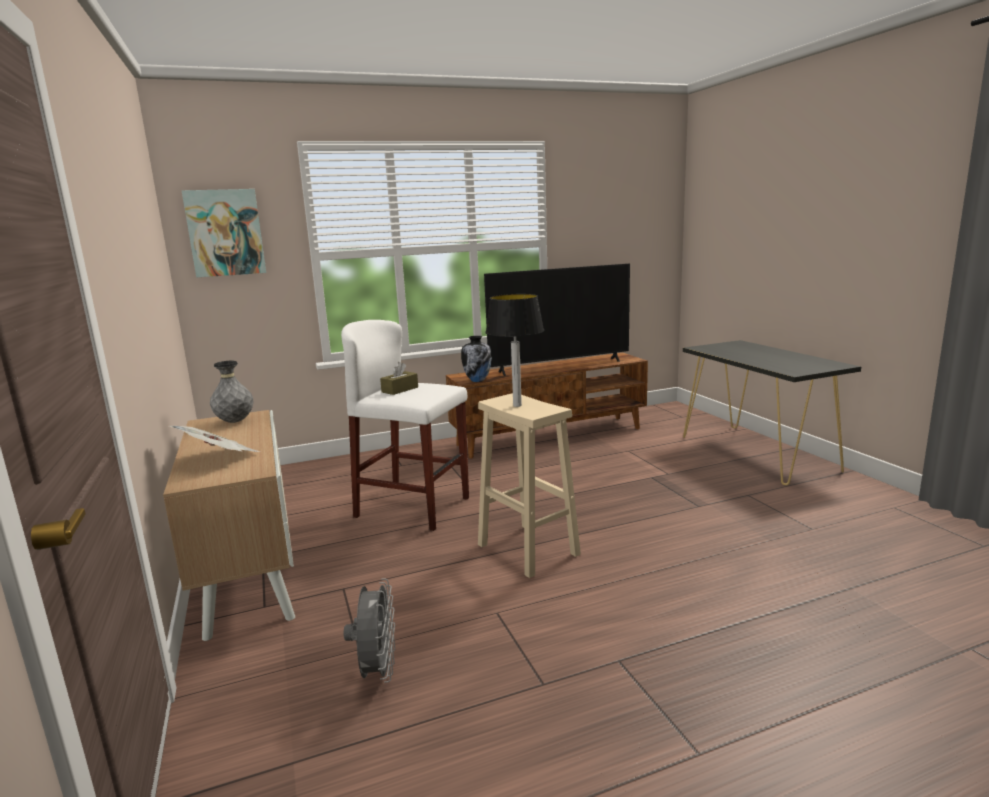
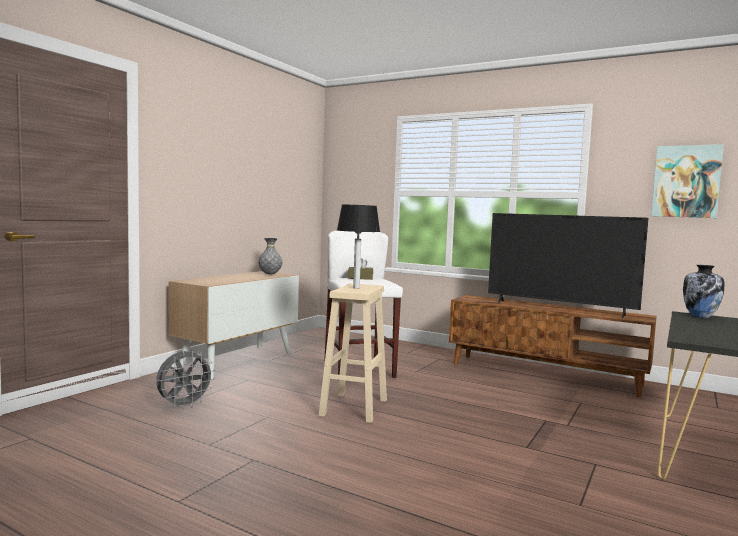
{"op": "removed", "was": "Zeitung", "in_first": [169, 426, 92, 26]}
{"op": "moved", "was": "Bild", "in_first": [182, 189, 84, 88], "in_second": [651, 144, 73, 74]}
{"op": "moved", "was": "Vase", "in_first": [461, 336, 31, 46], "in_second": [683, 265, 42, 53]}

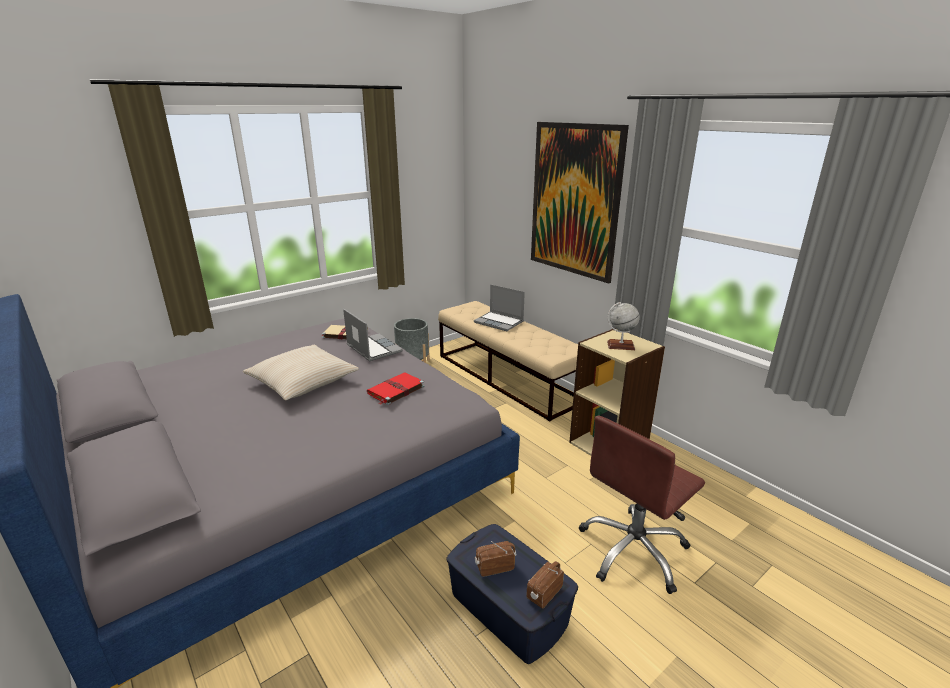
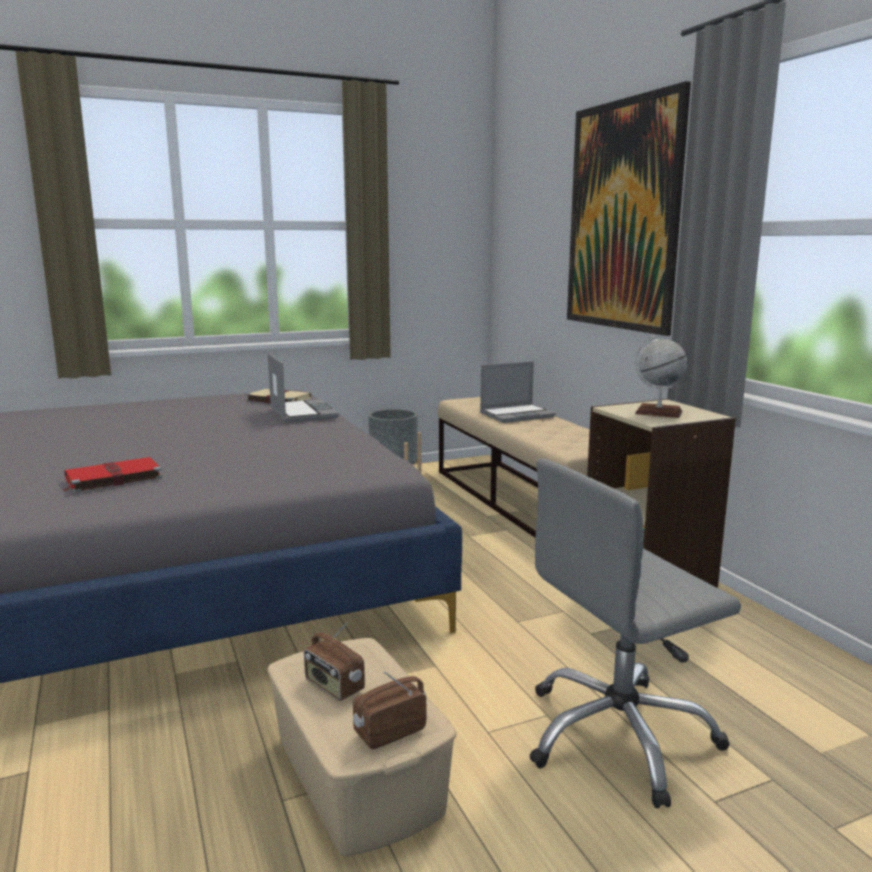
{"op": "removed", "was": "Kissen/beige", "in_first": [243, 344, 116, 56]}
{"op": "moved", "was": "Buch/rot", "in_first": [367, 373, 57, 32], "in_second": [63, 457, 100, 36]}
{"op": "recoloured", "was": "Aufbewahrungsbox/blau", "now": "Aufbewahrungsbox/beige", "in_first": [446, 524, 132, 140], "in_second": [267, 638, 189, 218]}
{"op": "turned", "was": "Laptop", "in_first": [474, 284, 51, 47], "in_second": [480, 361, 76, 62], "clockwise": -75}
{"op": "turned", "was": "Radio", "in_first": [475, 541, 41, 36], "in_second": [304, 622, 61, 79], "clockwise": -135}
{"op": "recoloured", "was": "Bürostuhl/braun", "now": "Bürostuhl/grau", "in_first": [579, 415, 126, 179], "in_second": [529, 459, 212, 349]}

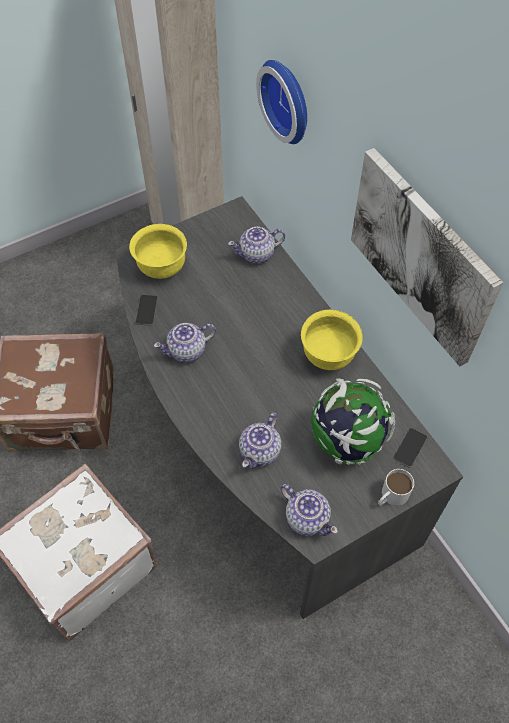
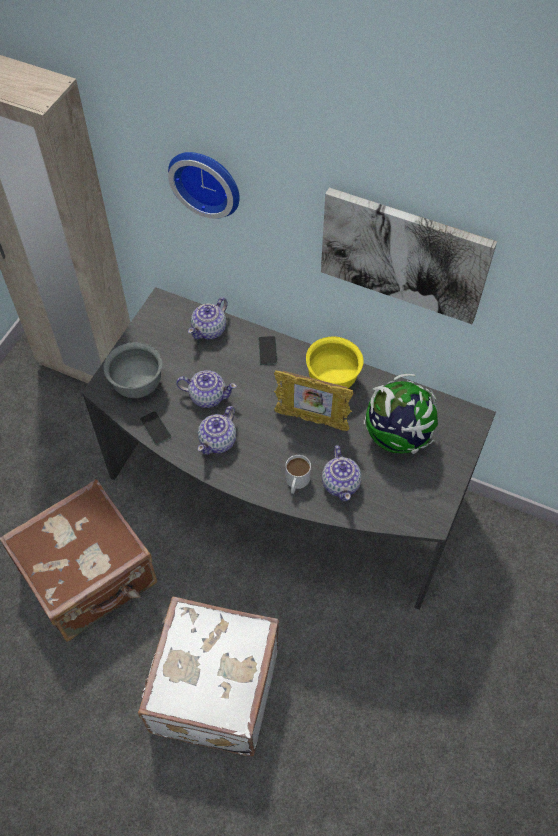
{"op": "recoloured", "was": "Schüssel/gelb", "now": "Schüssel/grau", "in_first": [129, 224, 58, 55], "in_second": [104, 342, 58, 56]}
{"op": "moved", "was": "Teekanne", "in_first": [280, 484, 58, 52], "in_second": [176, 370, 61, 38]}
{"op": "moved", "was": "Henkelbecher/weiß", "in_first": [378, 469, 36, 37], "in_second": [285, 455, 26, 39]}
{"op": "moved", "was": "Handy", "in_first": [393, 428, 34, 40], "in_second": [259, 336, 18, 29]}
{"op": "added", "now": "Bilderrahmen", "in_second": [274, 370, 80, 61]}

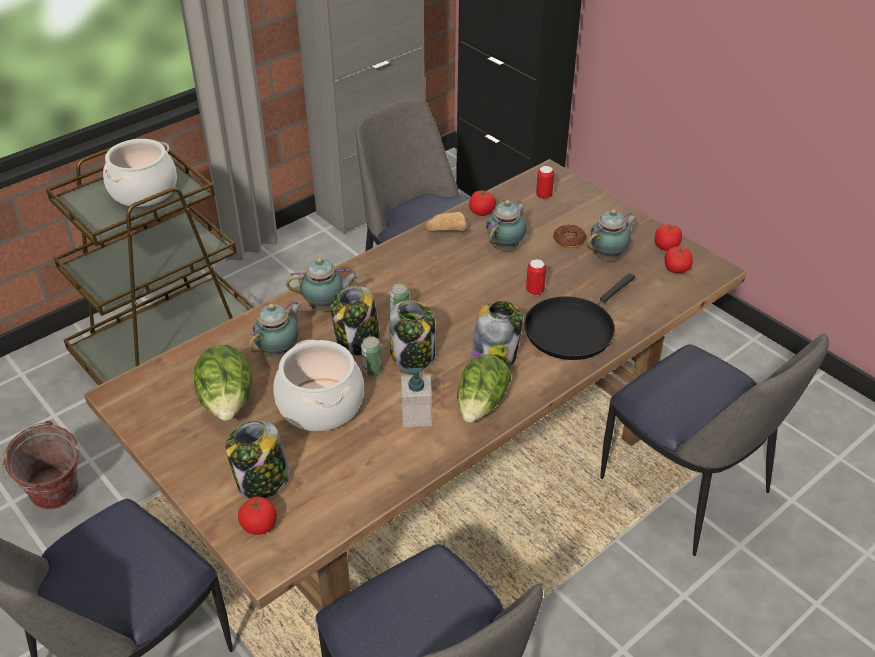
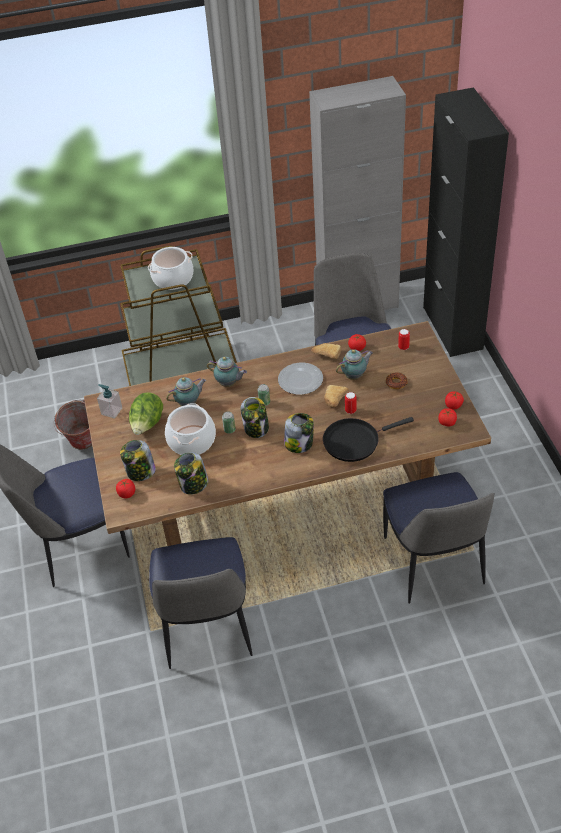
{"op": "moved", "was": "Vorratsglas", "in_first": [330, 285, 50, 71], "in_second": [174, 452, 34, 43]}
{"op": "moved", "was": "Seifenspender", "in_first": [400, 368, 32, 59], "in_second": [97, 384, 25, 35]}
{"op": "removed", "was": "Salatkopf", "in_first": [457, 354, 54, 69]}
{"op": "removed", "was": "Teekanne", "in_first": [587, 209, 50, 51]}
{"op": "added", "now": "Teller", "in_second": [278, 363, 45, 32]}
{"op": "added", "now": "Brot", "in_second": [324, 385, 25, 22]}

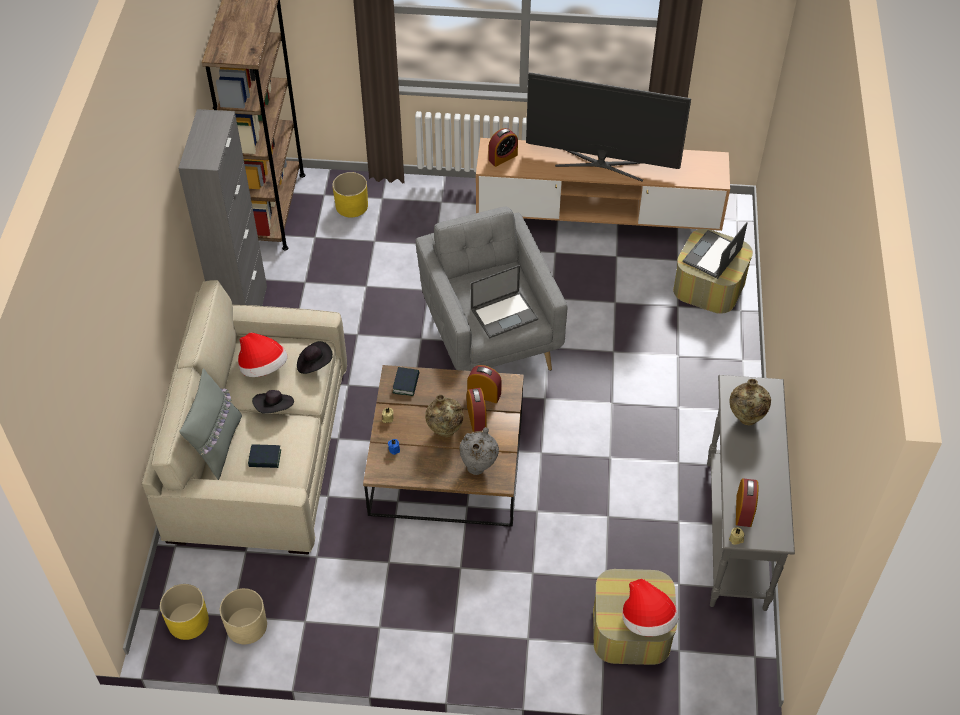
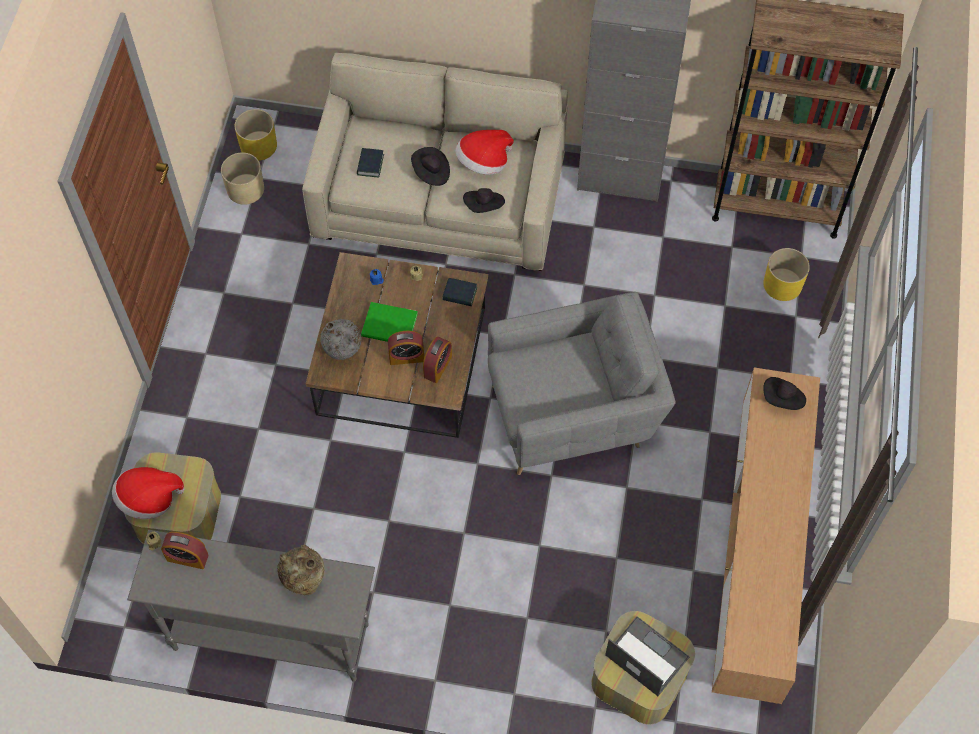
{"op": "removed", "was": "Kissen/grau", "in_first": [179, 369, 63, 111]}
{"op": "replaced", "was": "Vase/beige", "now": "Buch/grün", "in_first": [425, 395, 39, 42], "in_second": [361, 302, 57, 40]}
{"op": "removed", "was": "Laptop", "in_first": [471, 265, 67, 74]}
{"op": "replaced", "was": "Wecker", "now": "Hut/schwarz", "in_first": [489, 128, 29, 39], "in_second": [763, 377, 43, 33]}
{"op": "removed", "was": "Fernseher", "in_first": [526, 72, 165, 110]}

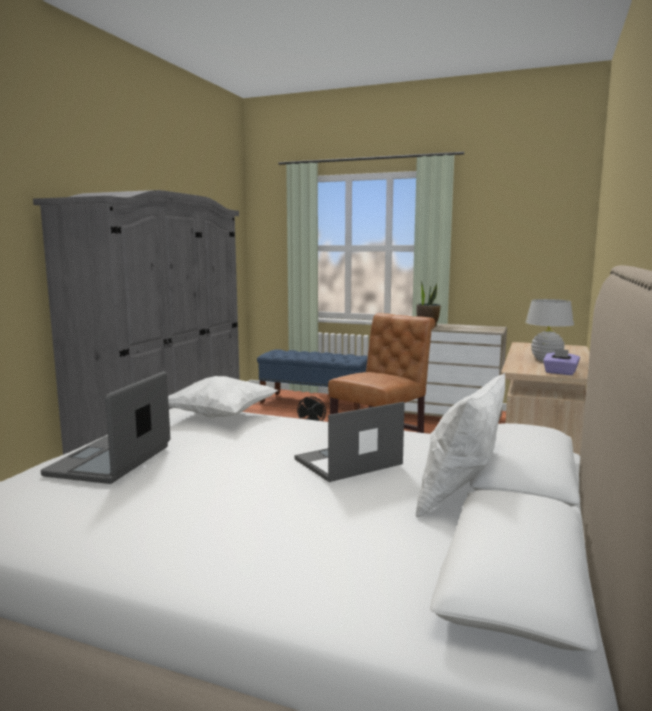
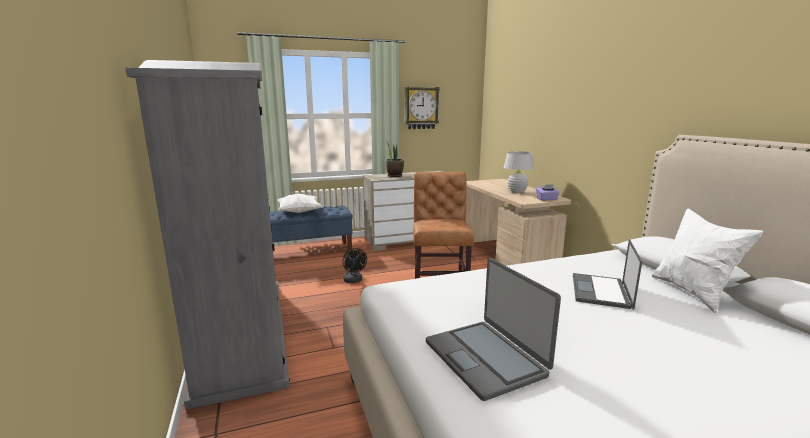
{"op": "moved", "was": "Kissen/weiß", "in_first": [168, 376, 110, 42], "in_second": [277, 194, 45, 19]}
{"op": "added", "now": "Wanduhr", "in_second": [405, 87, 35, 42]}

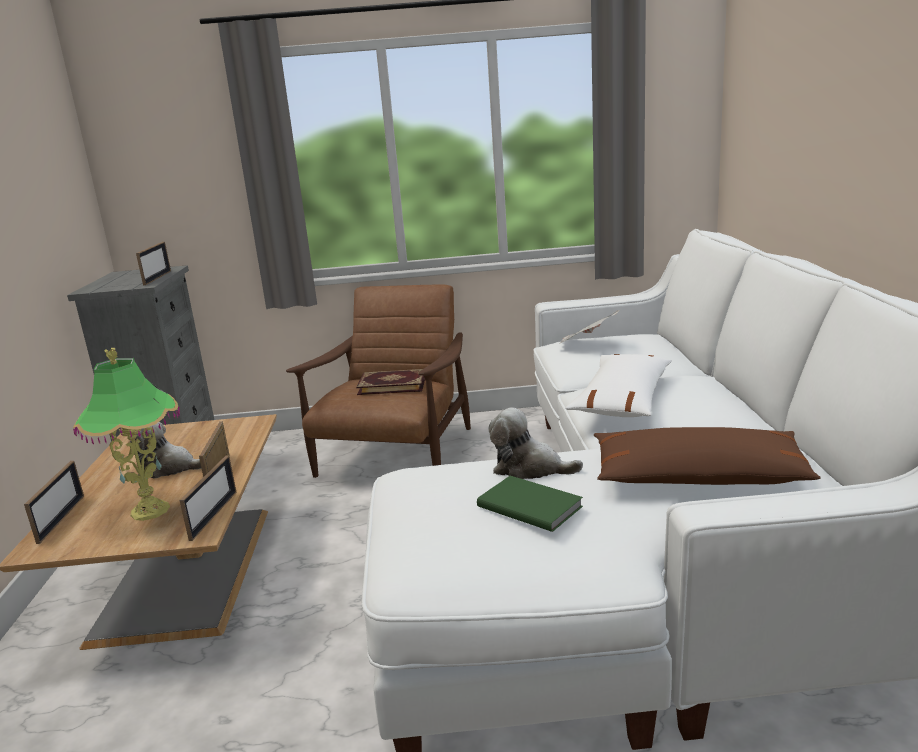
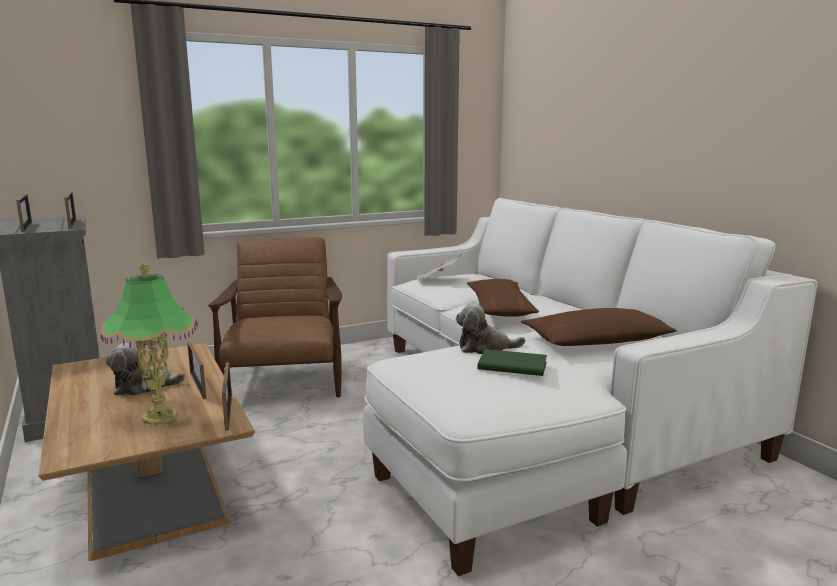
{"op": "moved", "was": "Bilderrahmen", "in_first": [24, 461, 60, 83], "in_second": [16, 194, 16, 38]}
{"op": "removed", "was": "Buch", "in_first": [356, 369, 69, 26]}
{"op": "recoloured", "was": "Kissen/weiß", "now": "Kissen/braun", "in_first": [566, 354, 106, 63], "in_second": [467, 279, 72, 38]}

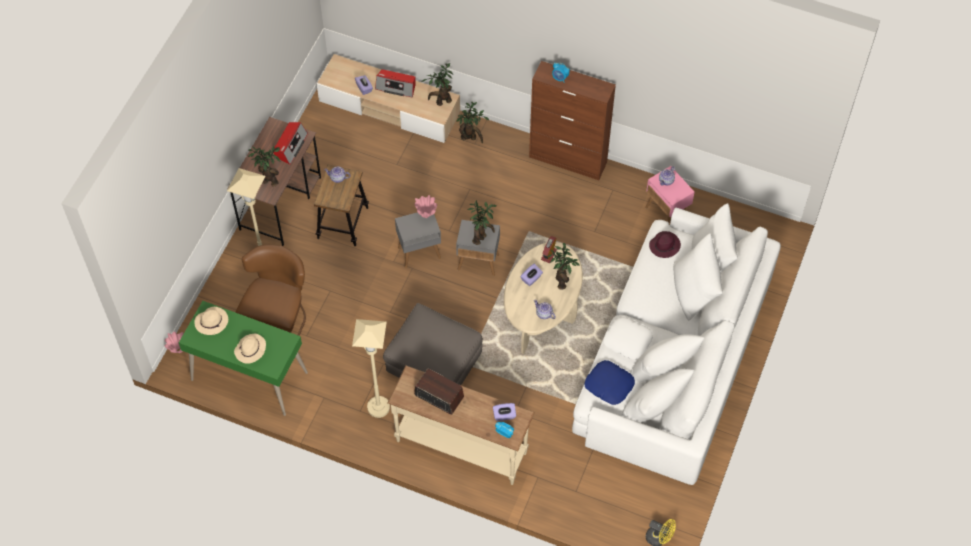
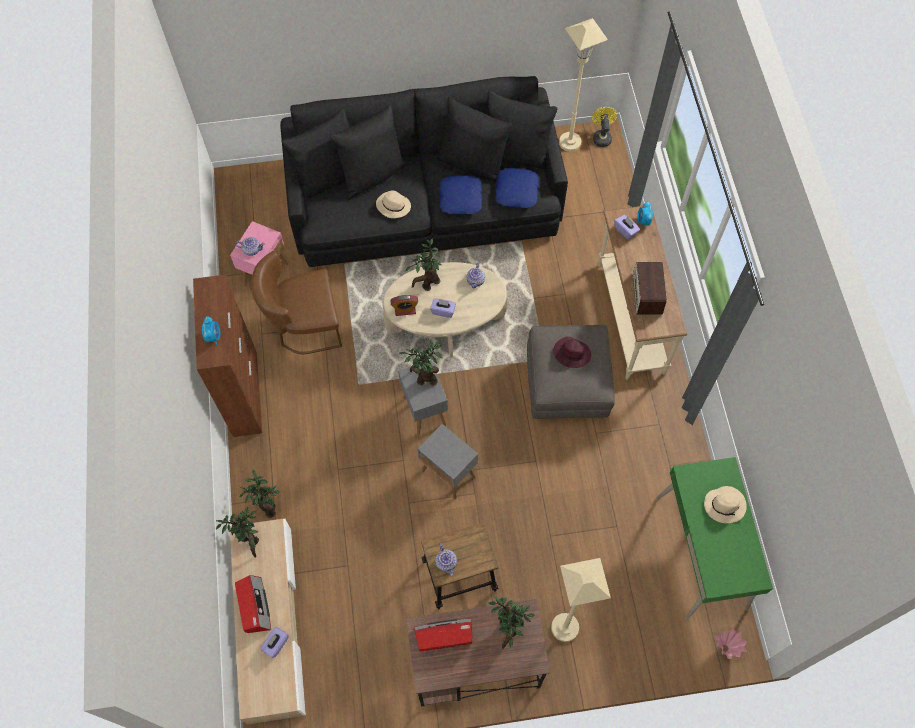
{"op": "moved", "was": "Hut/beige", "in_first": [194, 307, 34, 28], "in_second": [376, 191, 35, 27]}
{"op": "moved", "was": "Stuhl/braun", "in_first": [235, 245, 71, 91], "in_second": [251, 251, 91, 103]}
{"op": "moved", "was": "Stehlampe/beige", "in_first": [352, 319, 38, 99], "in_second": [559, 18, 49, 134]}
{"op": "removed", "was": "Vase/rosa", "in_first": [414, 195, 23, 23]}
{"op": "recoloured", "was": "Sofa/weiß", "now": "Sofa/schwarz", "in_first": [572, 203, 209, 282], "in_second": [280, 76, 288, 191]}
{"op": "recoloured", "was": "Kissen/weiß", "now": "Kissen/blau", "in_first": [604, 317, 49, 42], "in_second": [439, 175, 43, 40]}
{"op": "moved", "was": "Hut/lila", "in_first": [649, 231, 32, 27], "in_second": [553, 336, 38, 32]}

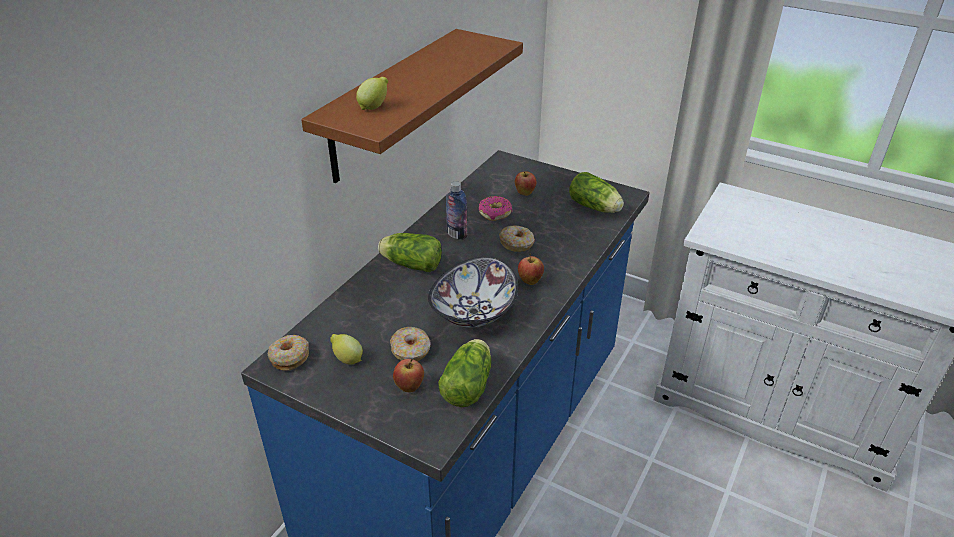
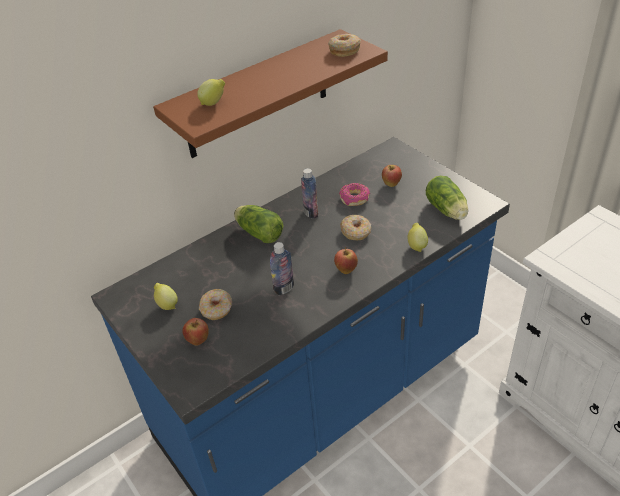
{"op": "moved", "was": "Donut", "in_first": [268, 335, 41, 36], "in_second": [328, 34, 33, 23]}
{"op": "replaced", "was": "Schüssel", "now": "Flasche", "in_first": [428, 257, 90, 70], "in_second": [270, 242, 24, 53]}
{"op": "removed", "was": "Salatkopf", "in_first": [438, 339, 53, 68]}
{"op": "added", "now": "Zitrone", "in_second": [408, 223, 20, 29]}

